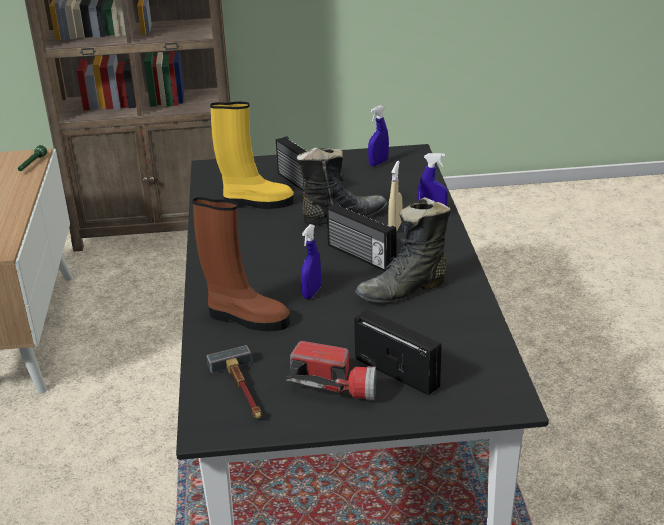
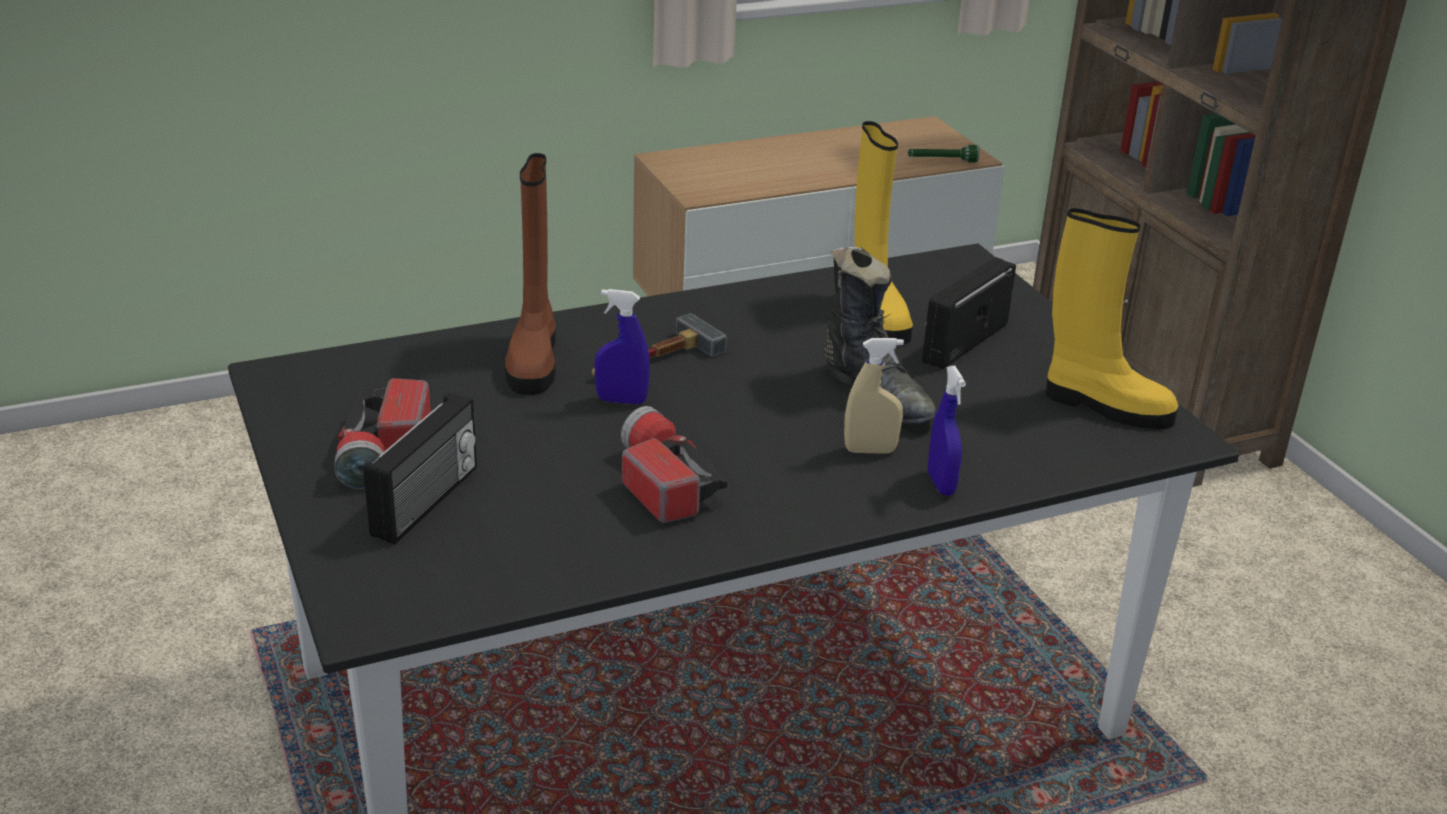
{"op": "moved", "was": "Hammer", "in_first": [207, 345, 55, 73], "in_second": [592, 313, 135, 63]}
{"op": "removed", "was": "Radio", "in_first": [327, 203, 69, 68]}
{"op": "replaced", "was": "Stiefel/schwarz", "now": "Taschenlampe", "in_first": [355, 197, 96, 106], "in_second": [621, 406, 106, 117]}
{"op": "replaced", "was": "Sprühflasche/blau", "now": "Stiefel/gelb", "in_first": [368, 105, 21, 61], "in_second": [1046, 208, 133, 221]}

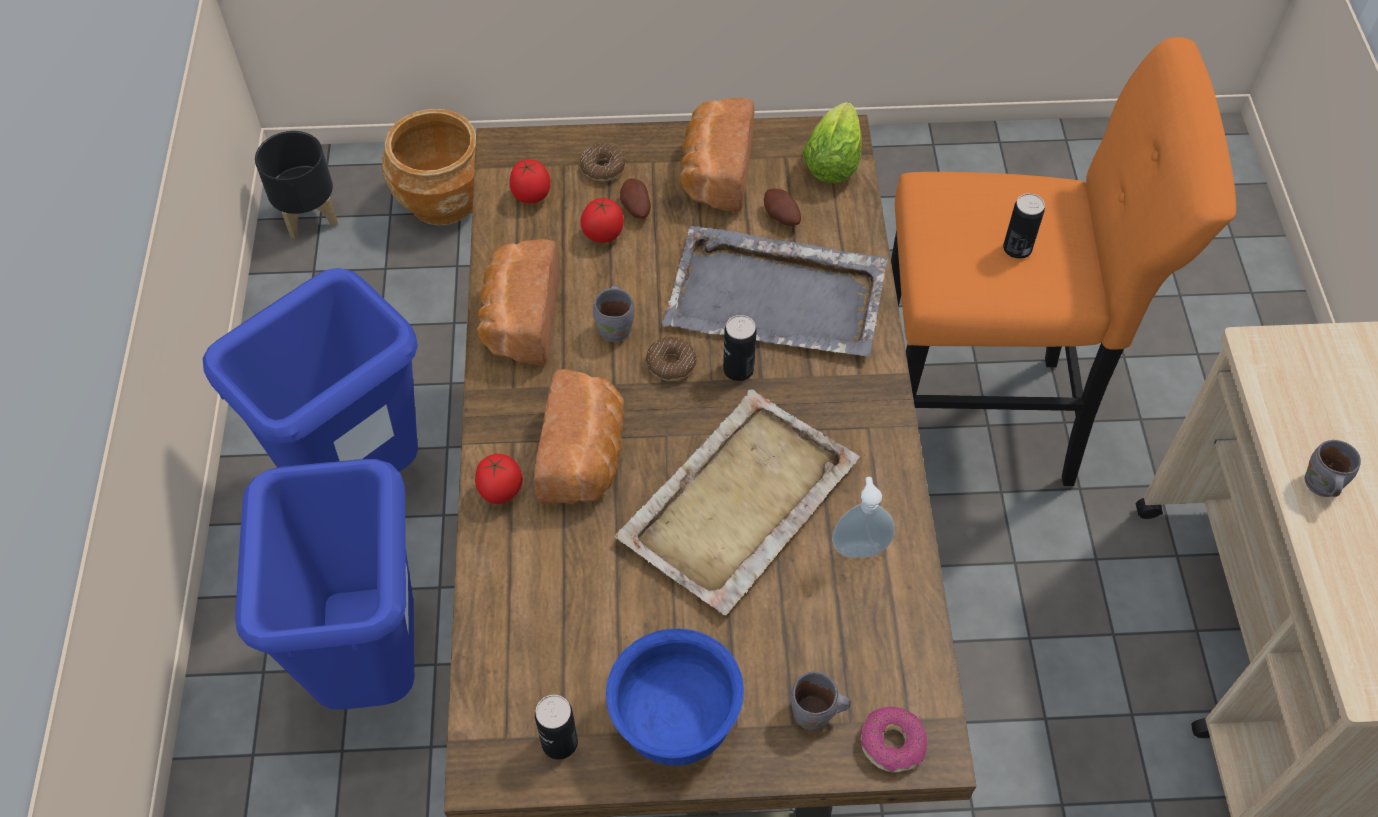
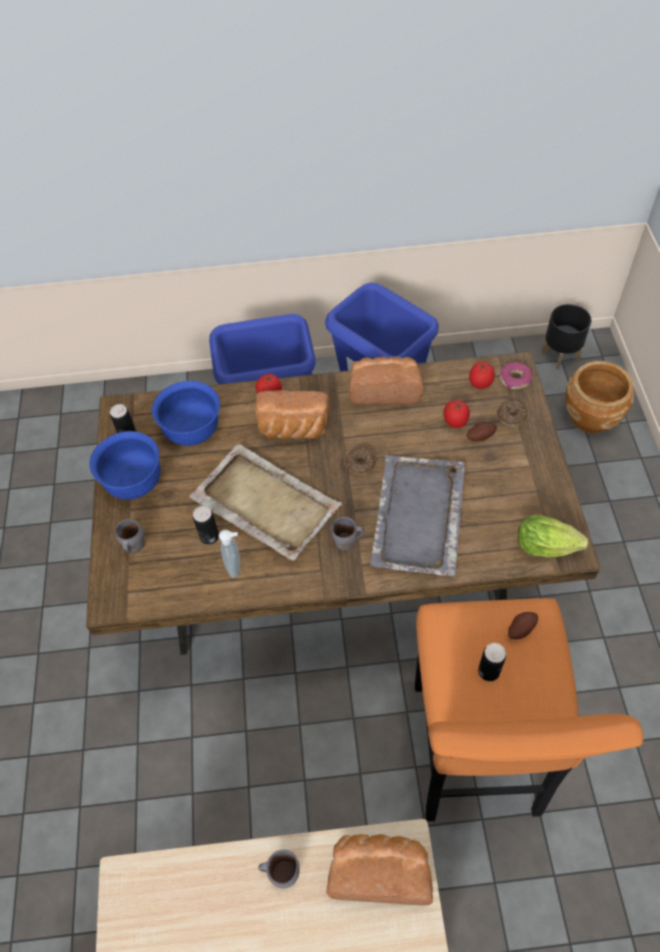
{"op": "moved", "was": "Henkelbecher/grau", "in_first": [593, 285, 42, 57], "in_second": [331, 517, 33, 33]}
{"op": "moved", "was": "Brot", "in_first": [680, 98, 74, 114], "in_second": [327, 834, 106, 72]}
{"op": "moved", "was": "Dose", "in_first": [723, 315, 34, 66], "in_second": [193, 506, 26, 39]}
{"op": "moved", "was": "Kartoffel", "in_first": [764, 189, 37, 37], "in_second": [508, 612, 30, 27]}
{"op": "moved", "was": "Donut", "in_first": [861, 707, 66, 66], "in_second": [500, 362, 33, 27]}
{"op": "added", "now": "Schüssel/blau", "in_second": [152, 381, 68, 65]}

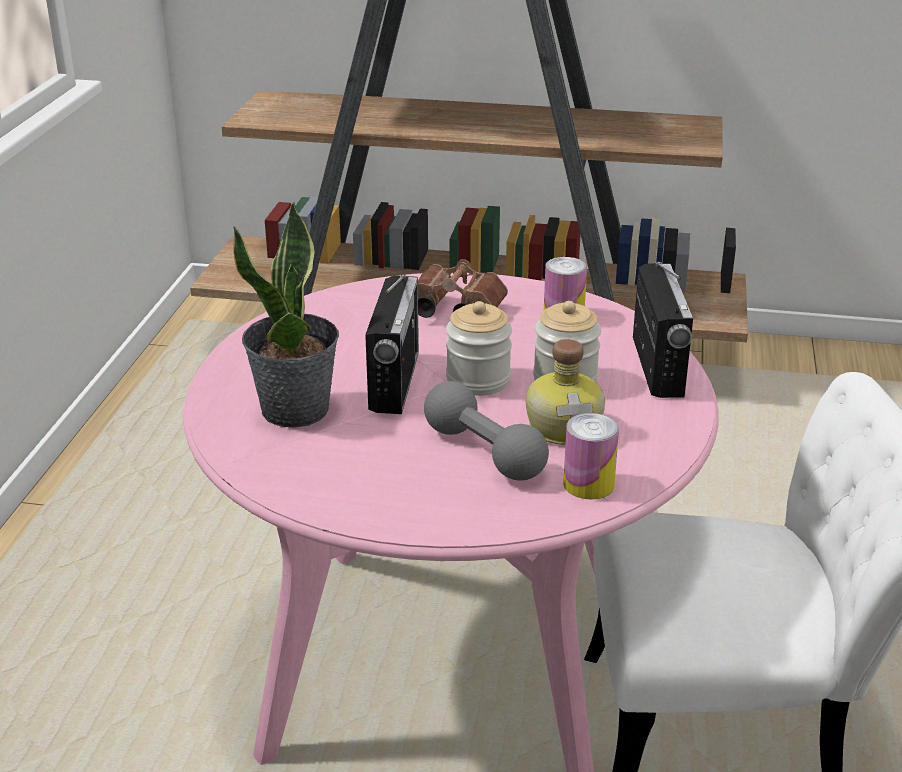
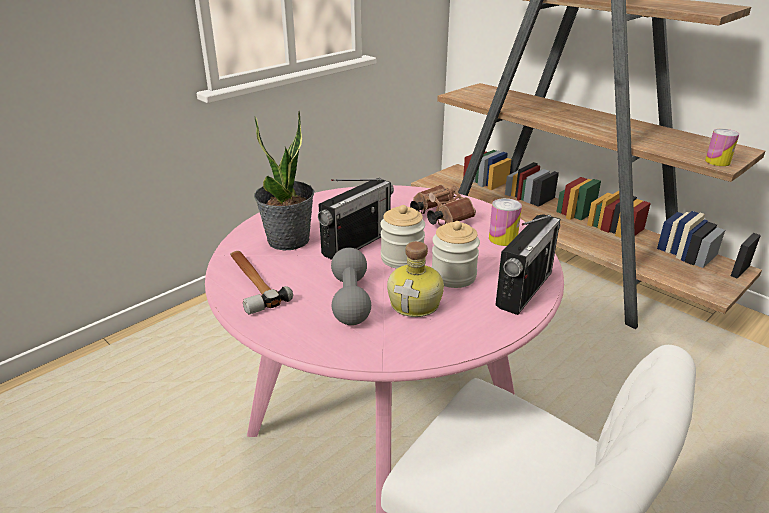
{"op": "moved", "was": "Dose", "in_first": [563, 413, 56, 87], "in_second": [705, 129, 34, 37]}
{"op": "added", "now": "Hammer", "in_second": [230, 251, 63, 64]}

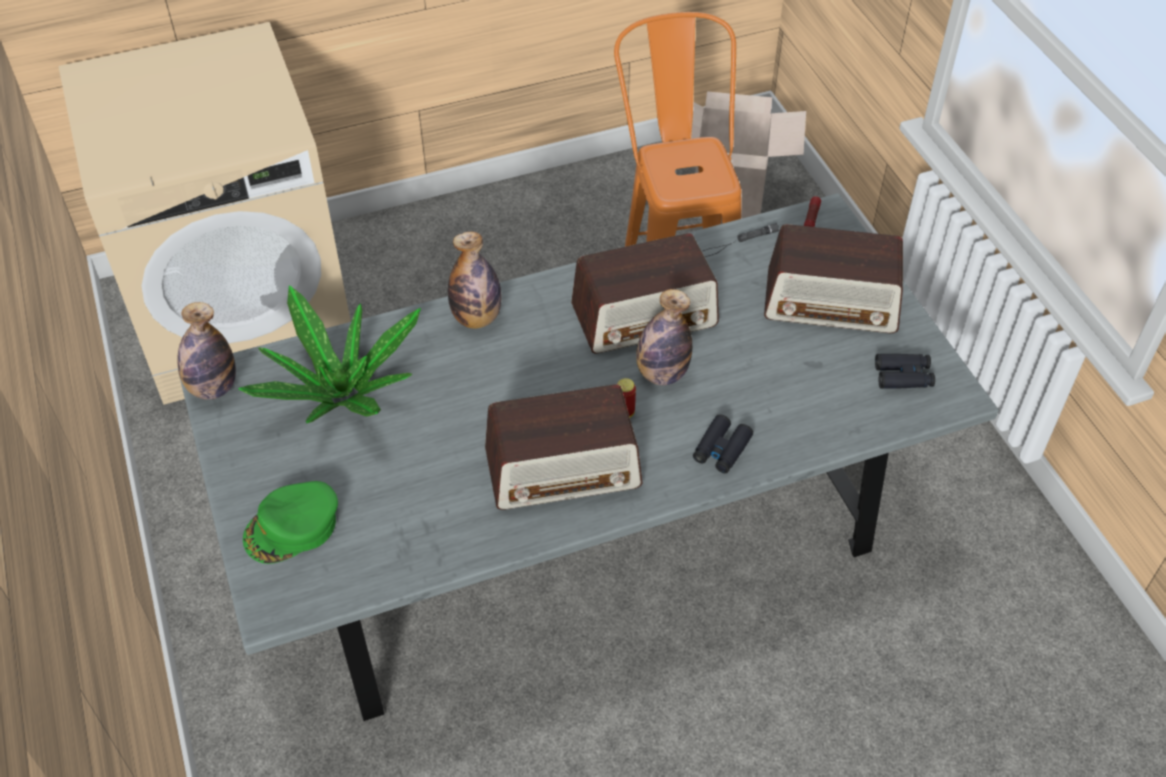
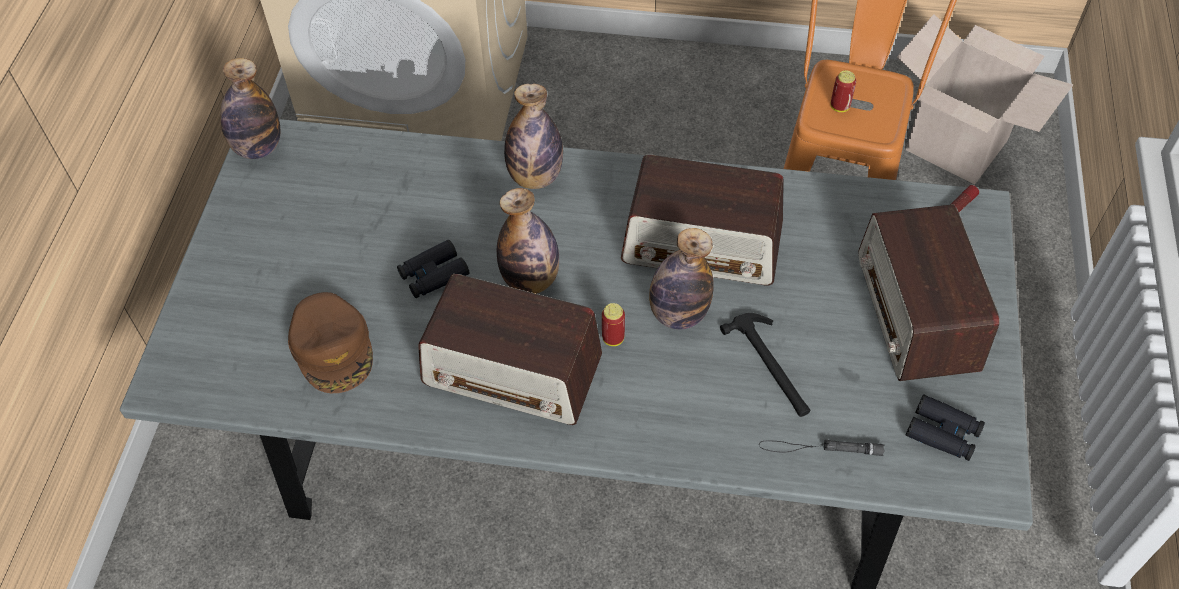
{"op": "removed", "was": "Topfpflanze", "in_first": [239, 285, 182, 138]}
{"op": "removed", "was": "Kappe/grün", "in_first": [243, 481, 95, 83]}
{"op": "moved", "was": "Fernglas/schwarz", "in_first": [693, 414, 60, 59], "in_second": [397, 240, 72, 58]}
{"op": "moved", "was": "Taschenlampe/schwarz", "in_first": [703, 223, 76, 34], "in_second": [759, 440, 126, 16]}
{"op": "turned", "was": "Radio", "in_first": [764, 224, 139, 109], "in_second": [858, 204, 142, 177], "clockwise": 45}
{"op": "added", "now": "Kappe/braun", "in_second": [288, 292, 85, 101]}
{"op": "added", "now": "Flasche", "in_second": [497, 188, 62, 106]}
{"op": "added", "now": "Hammer", "in_second": [720, 313, 91, 104]}
{"op": "added", "now": "Dose", "in_second": [831, 70, 25, 42]}

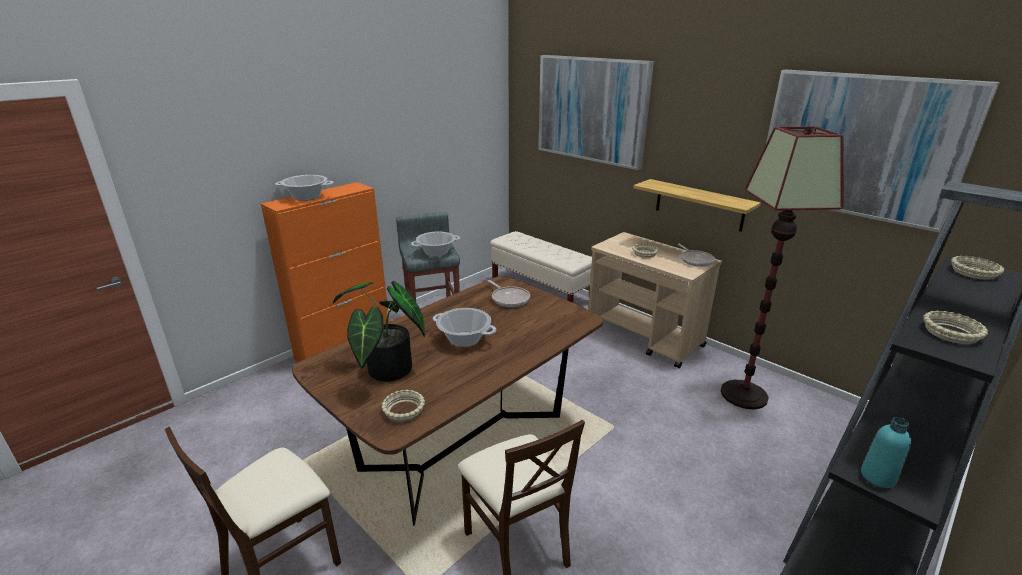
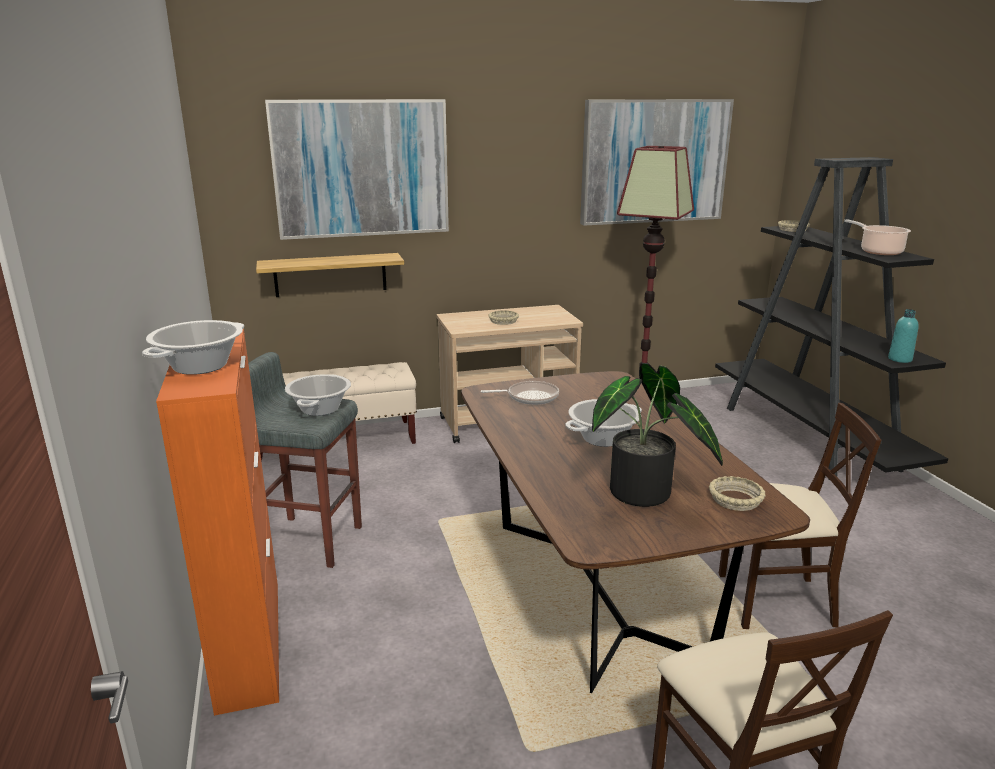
{"op": "moved", "was": "Wandregal", "in_first": [633, 179, 128, 53], "in_second": [256, 253, 148, 44]}
{"op": "removed", "was": "Pfanne", "in_first": [677, 244, 38, 23]}
{"op": "replaced", "was": "Schüssel/beige", "now": "Kochtopf", "in_first": [923, 310, 65, 34], "in_second": [844, 219, 67, 36]}

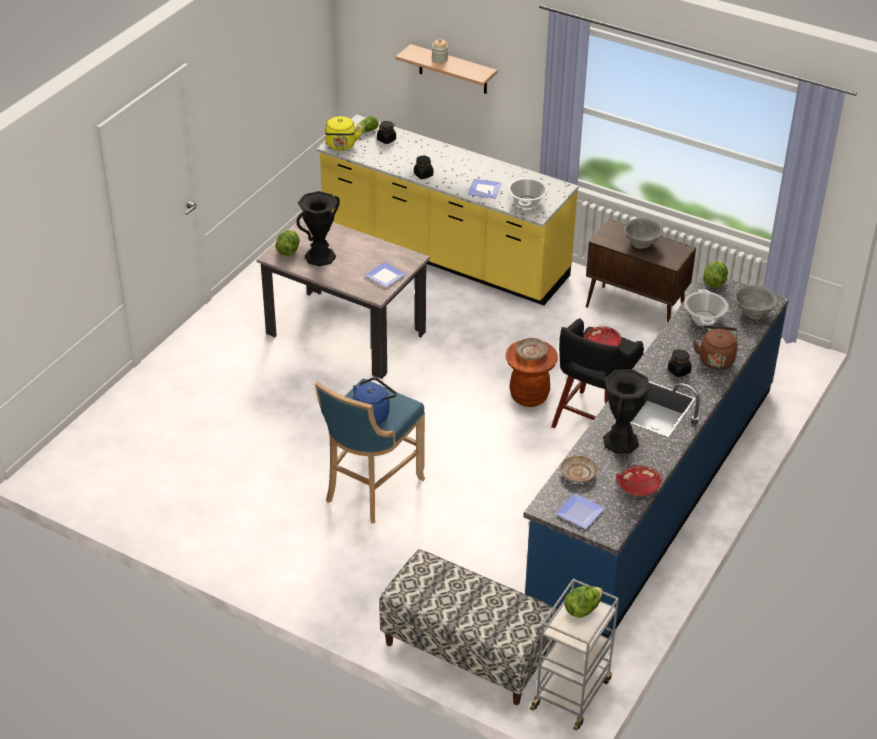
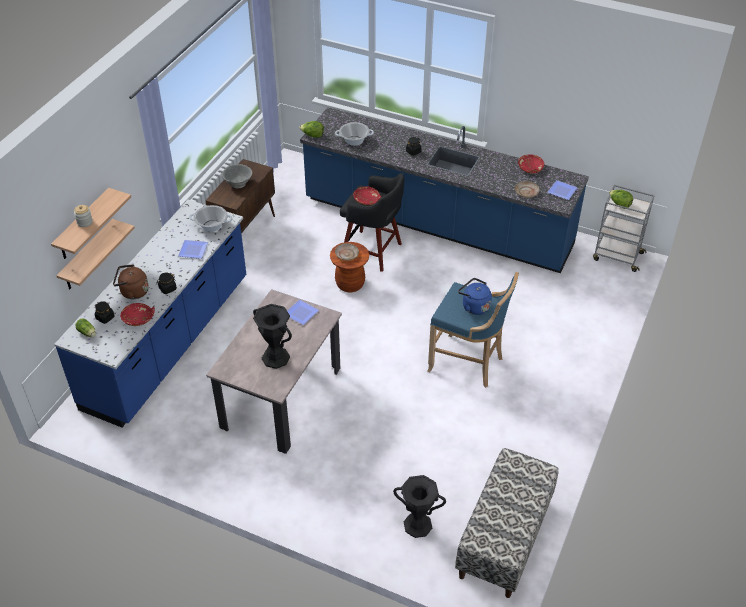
{"op": "removed", "was": "Salatkopf", "in_first": [275, 230, 25, 26]}
{"op": "recoloured", "was": "Küchenzeile/gelb", "now": "Küchenzeile/blau", "in_first": [316, 115, 263, 190], "in_second": [54, 200, 192, 227]}
{"op": "removed", "was": "Wasserkessel/gelb", "in_first": [325, 116, 38, 34]}
{"op": "moved", "was": "Bank", "in_first": [379, 549, 178, 156], "in_second": [455, 448, 104, 150]}
{"op": "moved", "was": "Vase/schwarz", "in_first": [603, 369, 47, 85], "in_second": [393, 475, 53, 63]}
{"op": "moved", "was": "Wasserkessel/braun", "in_first": [693, 325, 45, 45], "in_second": [113, 264, 36, 35]}
{"op": "removed", "was": "Schüssel/grau", "in_first": [735, 285, 42, 34]}
{"op": "added", "now": "Wandregal", "in_second": [56, 219, 79, 70]}
{"op": "added", "now": "Schüssel/rot", "in_second": [120, 303, 35, 23]}

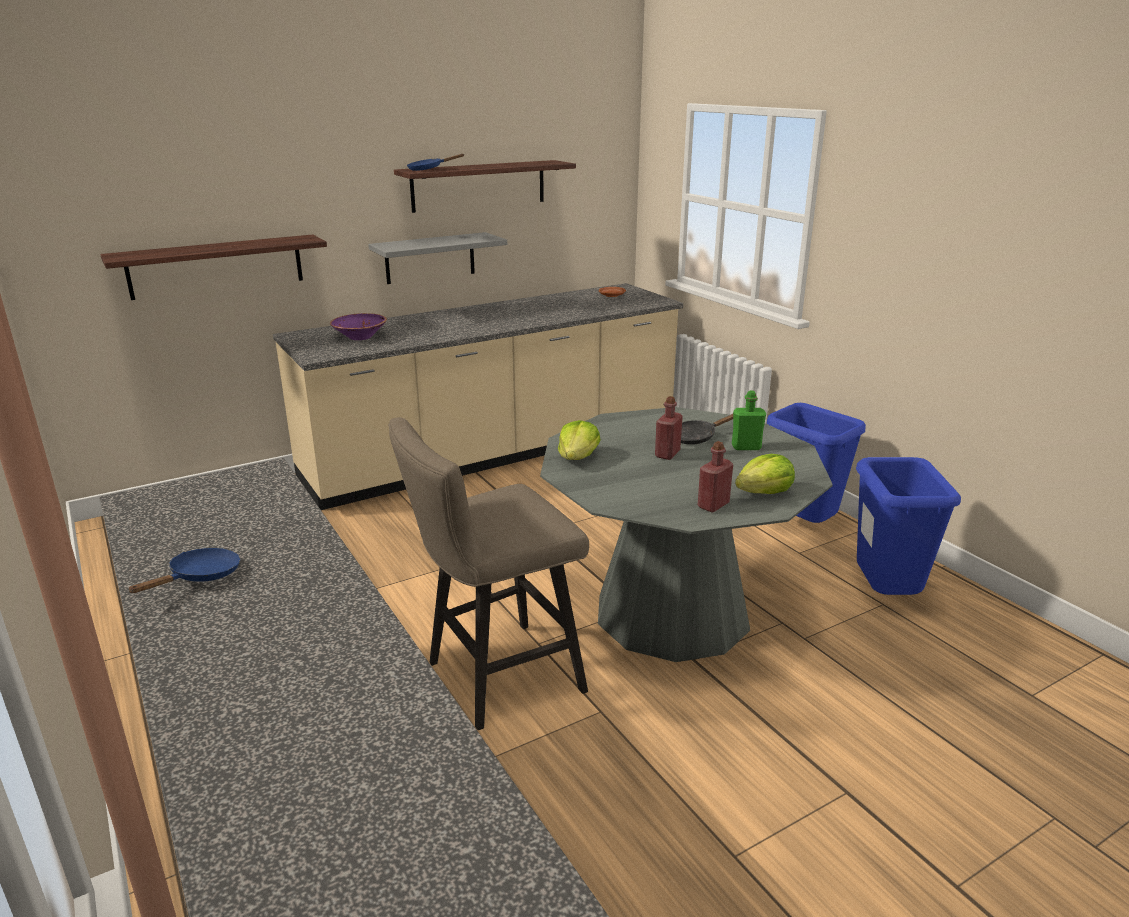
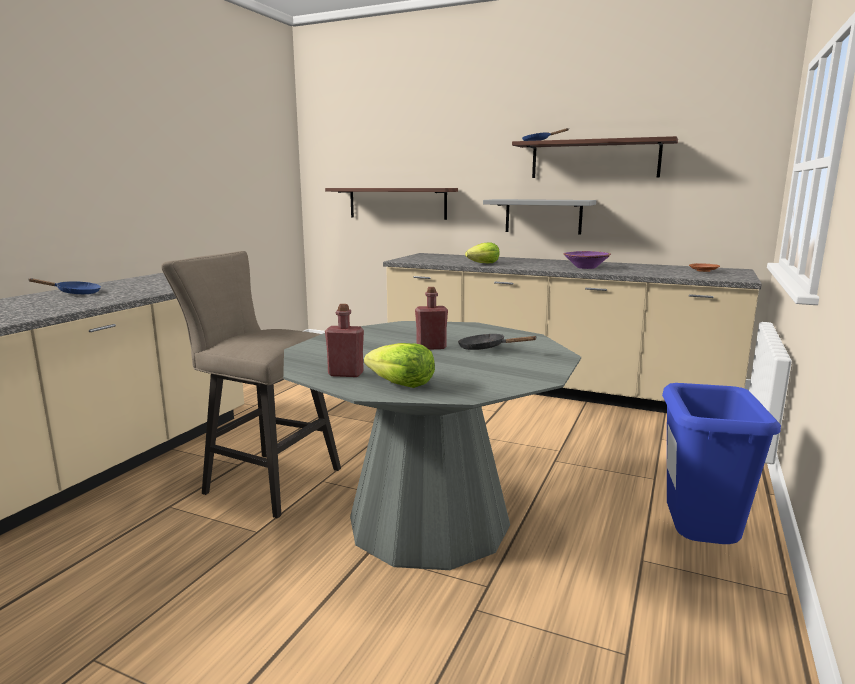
{"op": "moved", "was": "Schüssel/lila", "in_first": [330, 313, 57, 27], "in_second": [563, 251, 48, 18]}
{"op": "moved", "was": "Salatkopf", "in_first": [558, 420, 42, 40], "in_second": [465, 242, 35, 22]}
{"op": "removed", "was": "Flasche/grün", "in_first": [732, 391, 34, 59]}
{"op": "removed", "was": "Mülleimer/blau", "in_first": [856, 457, 105, 138]}

